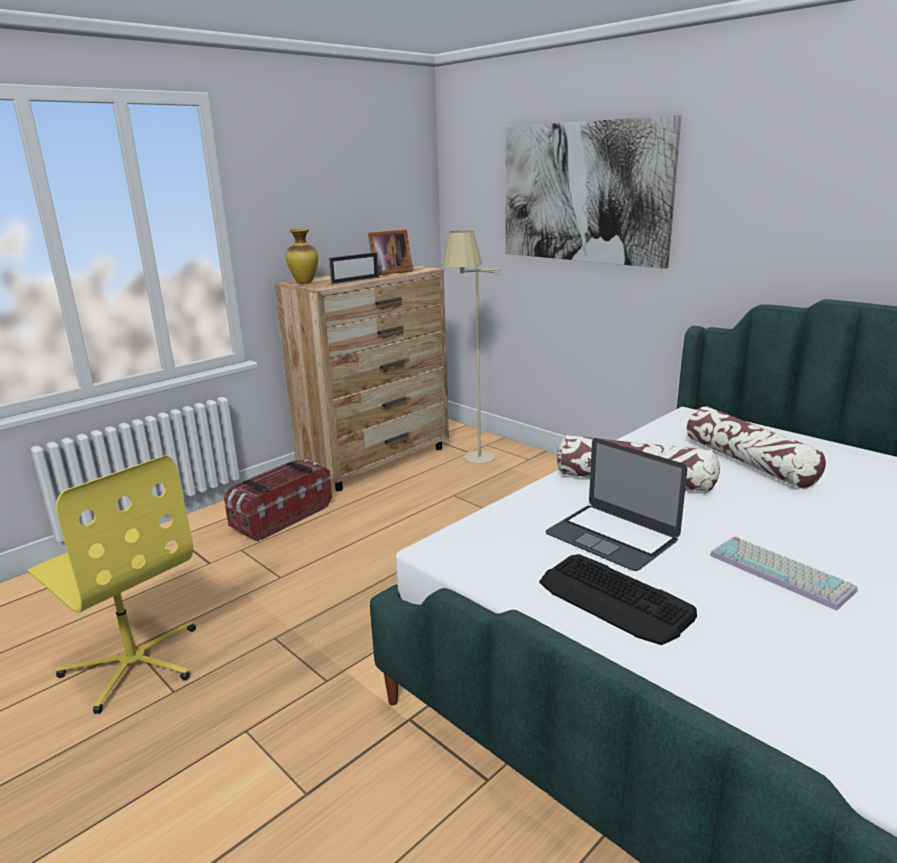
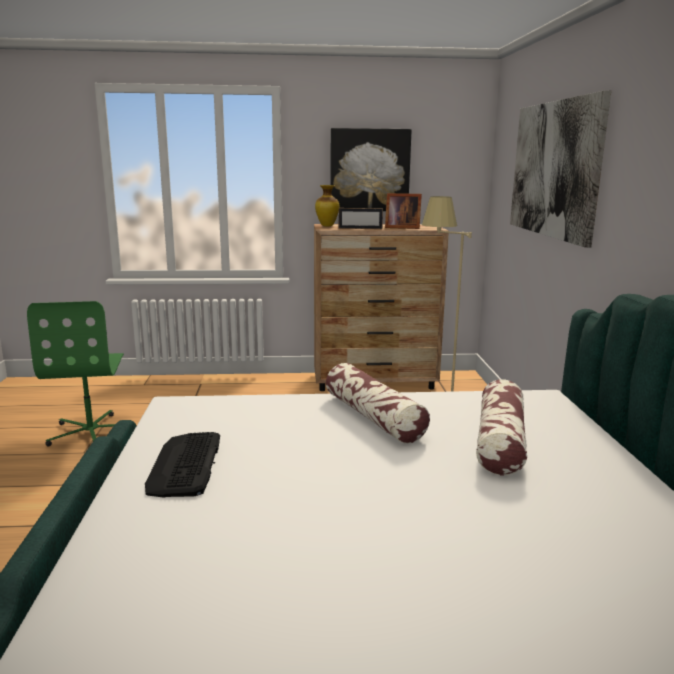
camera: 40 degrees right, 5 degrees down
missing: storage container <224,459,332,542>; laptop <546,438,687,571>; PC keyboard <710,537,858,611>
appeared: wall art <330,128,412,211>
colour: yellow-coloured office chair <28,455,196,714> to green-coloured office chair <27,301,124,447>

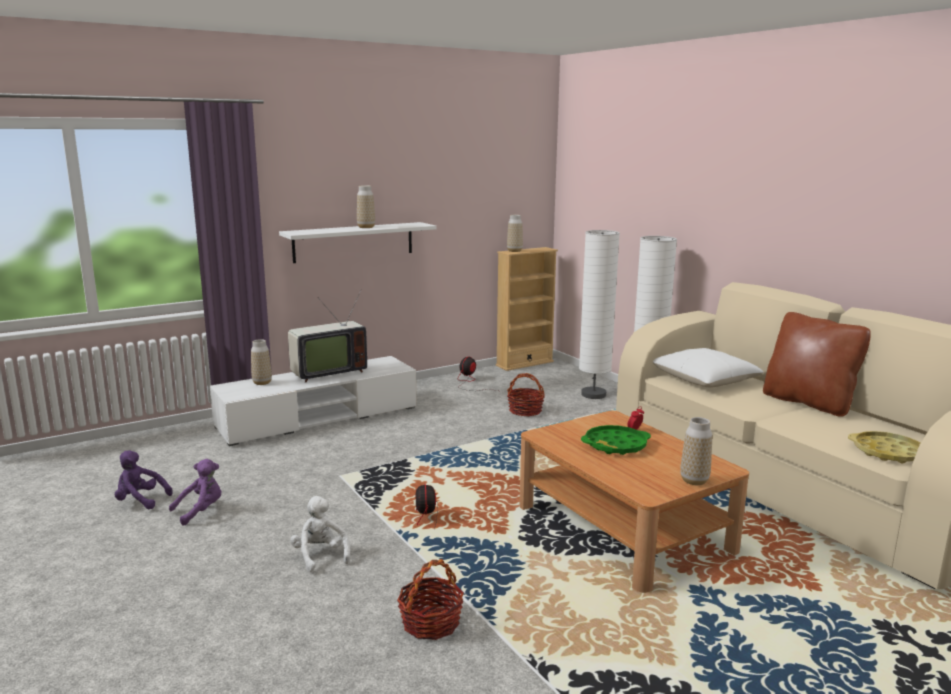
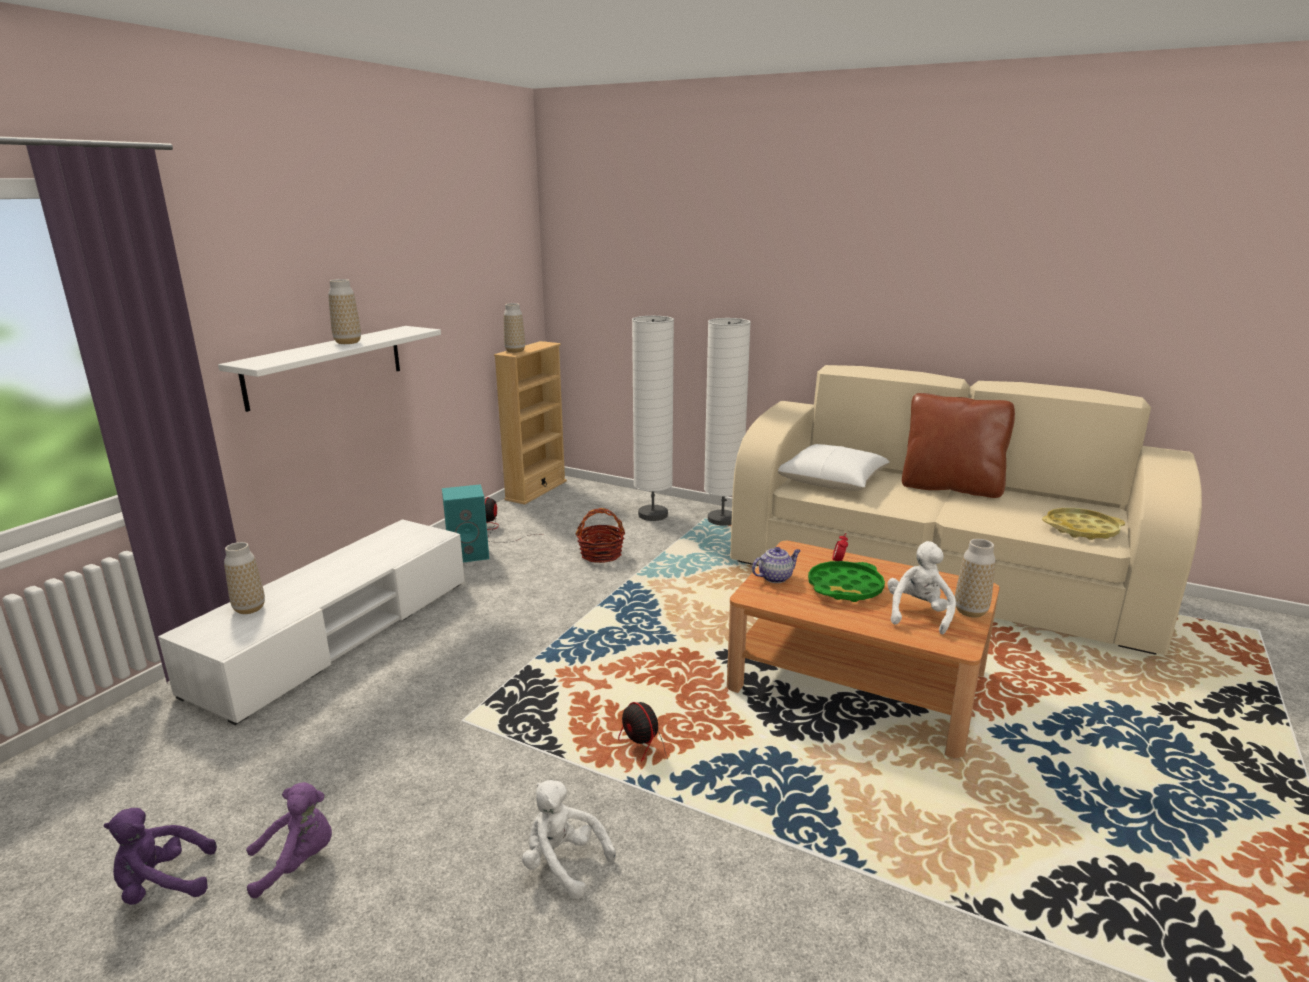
camera: 30 degrees left, 5 degrees up
missing: TV <288,289,367,383>; basket <397,559,464,640>
appeared: turquoise-coloured loudspeaker <442,484,489,562>; tea pot <752,547,801,583>; white soft toy <887,541,956,635>
spun: purple-coloured soft toy <169,459,222,526> = <246,782,332,898> 45 degrees clockwise

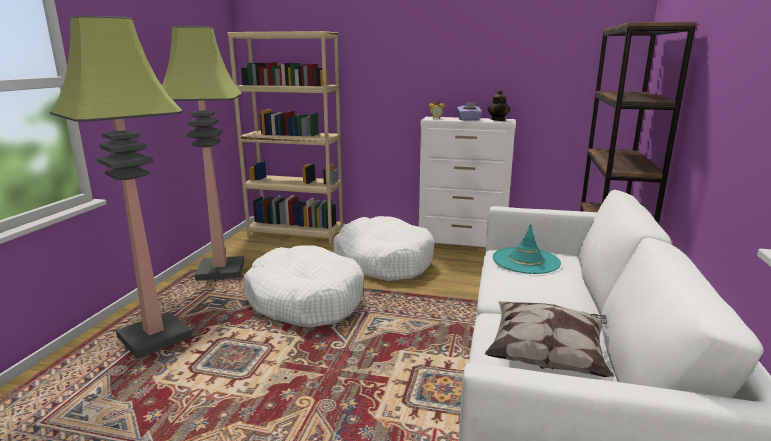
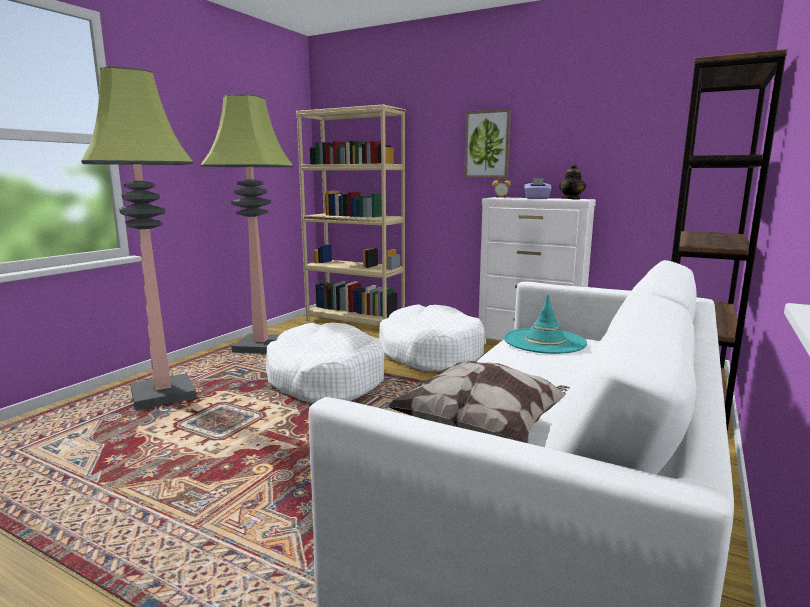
camera: 15 degrees right, 5 degrees down
appeared: wall art <464,109,511,178>

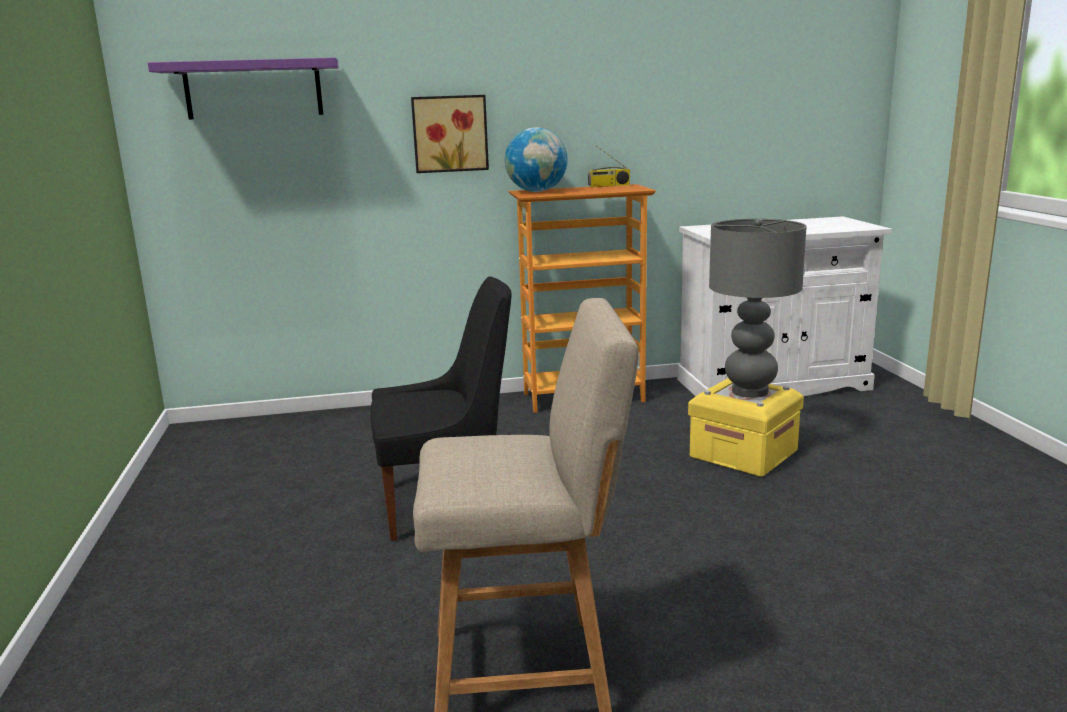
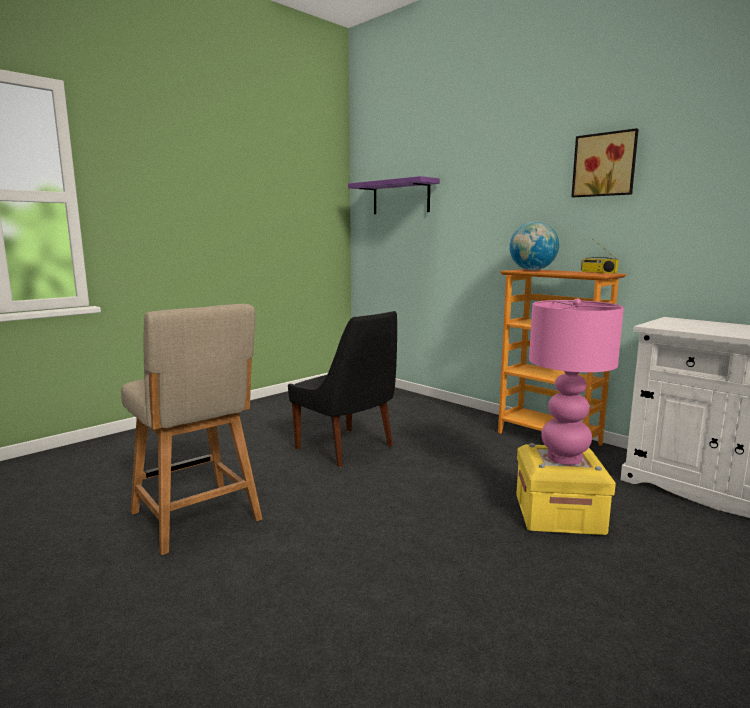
camera: 55 degrees right, 5 degrees down
relocated: wall art <411,95,489,173> to <571,128,639,197>
colour: gray table lamp <709,218,807,398> to pink-coloured table lamp <529,298,624,465>

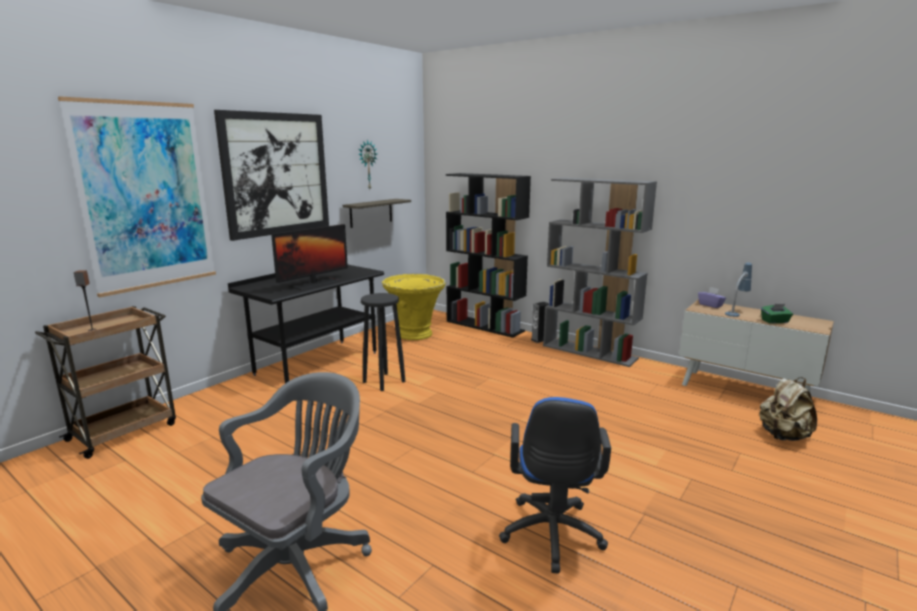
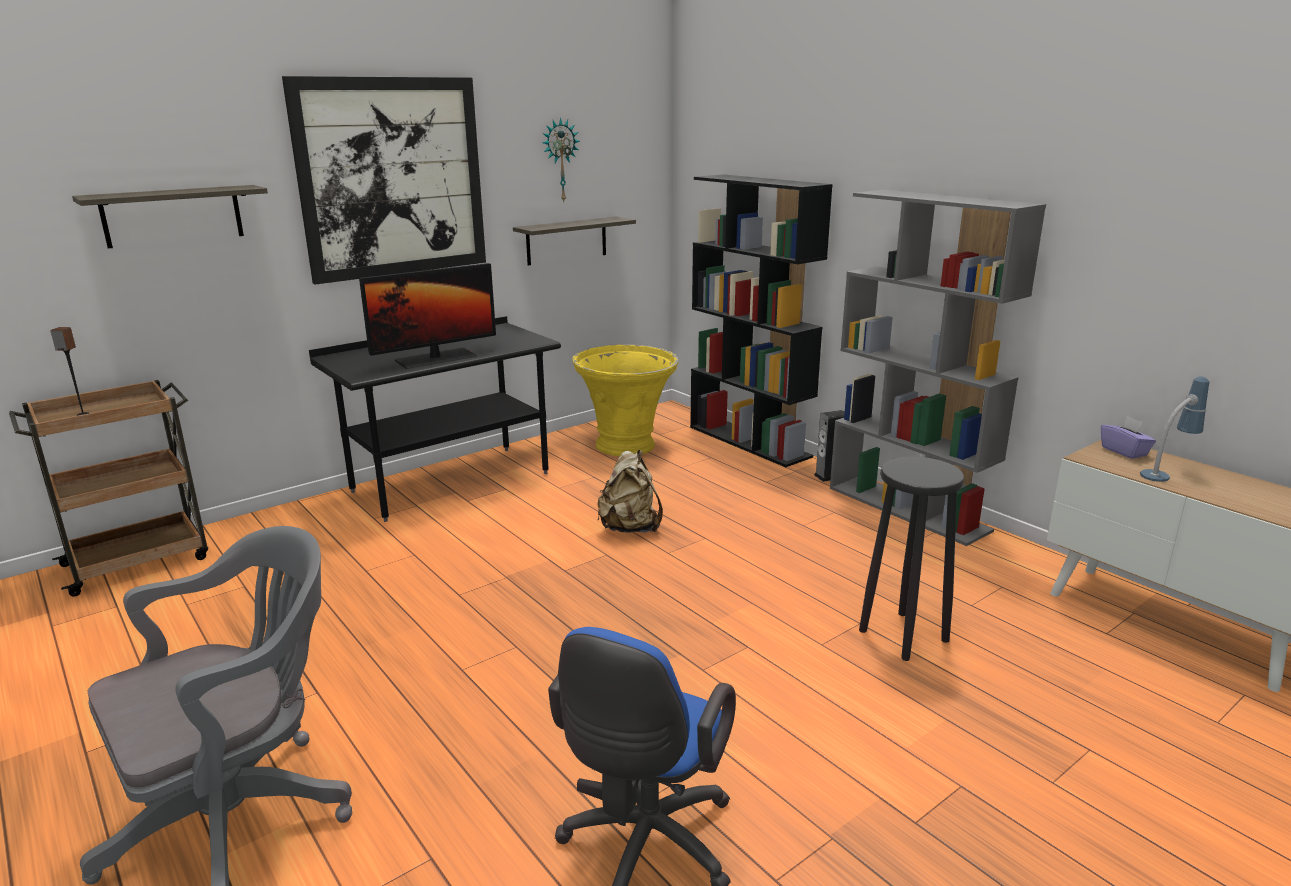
camera: 15 degrees right, 5 degrees up
missing: green-coloured box of tissues <761,304,793,324>
relocated: beige knapsack <759,377,817,441> to <597,450,663,533>; blackish sitting stool <361,293,405,391> to <859,456,964,661>
exchanged: wall art <58,97,216,297> to bracket shelf <72,185,268,248>

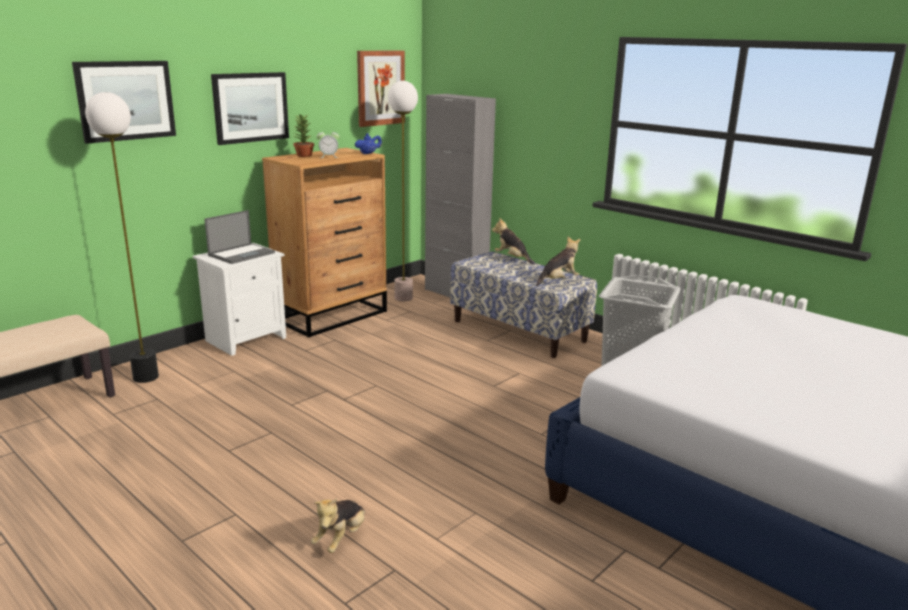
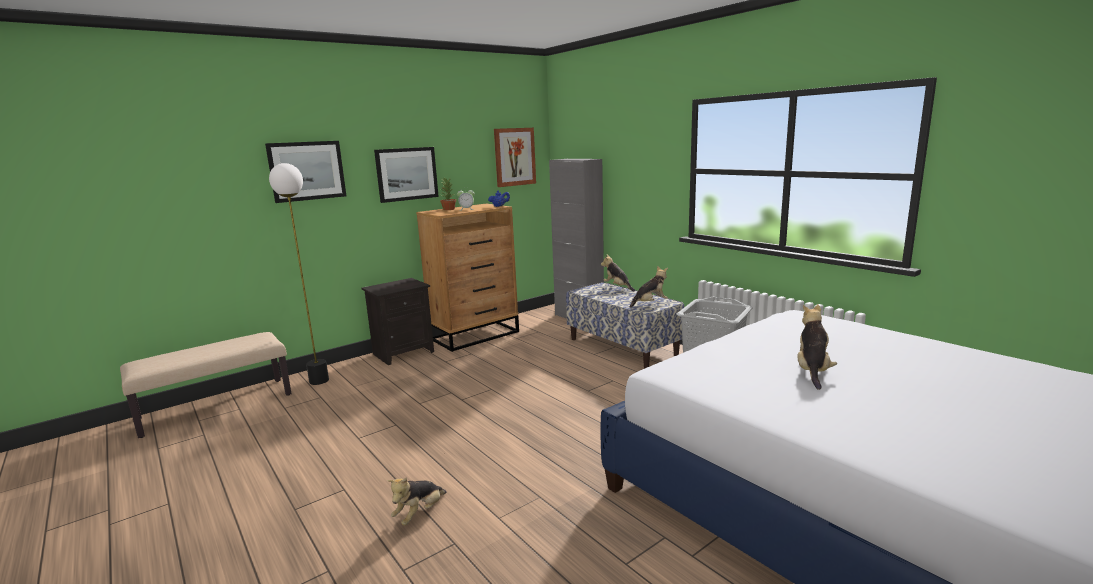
camera: 10 degrees right, 5 degrees down
missing: laptop <204,210,275,264>; standard lamp <388,81,418,301>
appeared: soft toy <797,304,837,390>
colour: white nightstand <193,243,286,356> to blackish nightstand <362,278,434,365>

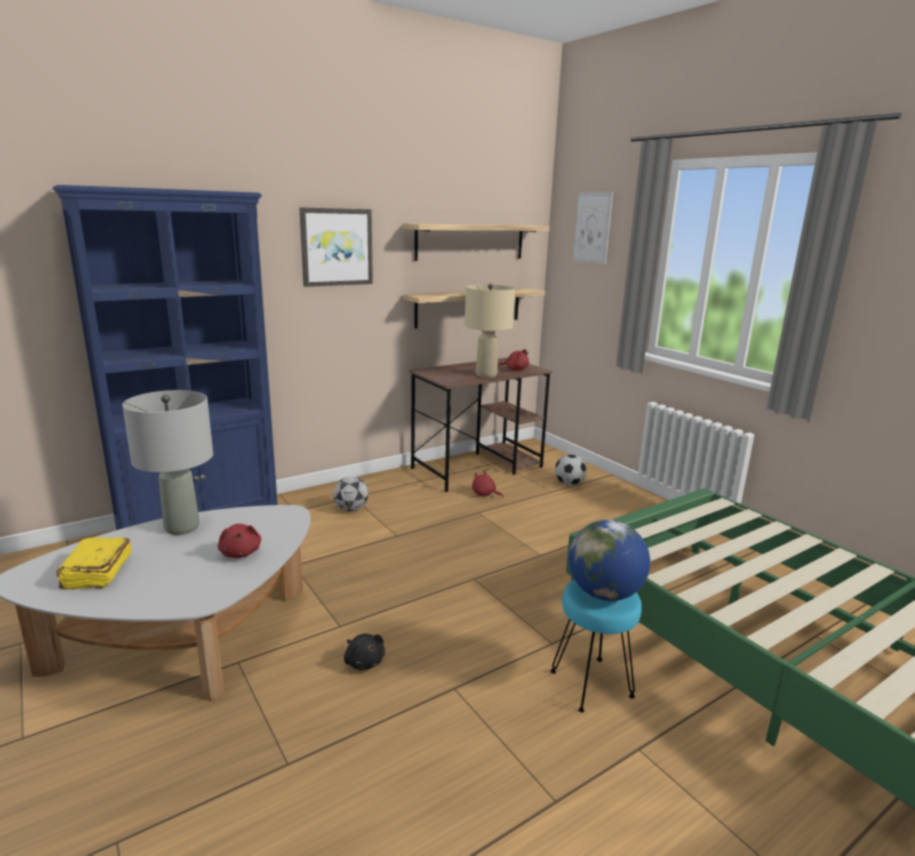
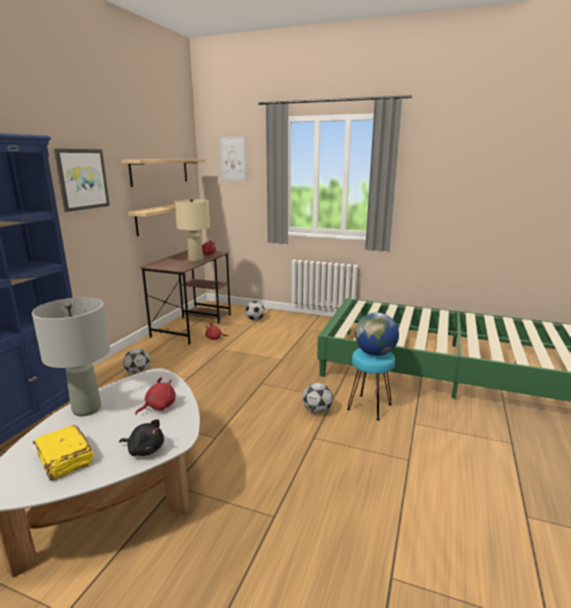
camera: 35 degrees left, 0 degrees up
appeared: football ball <303,383,333,414>
relocated: blackish soft toy <344,634,385,670> to <119,419,164,456>
spun: red soft toy <218,524,261,558> = <135,377,176,415> 75 degrees counterclockwise

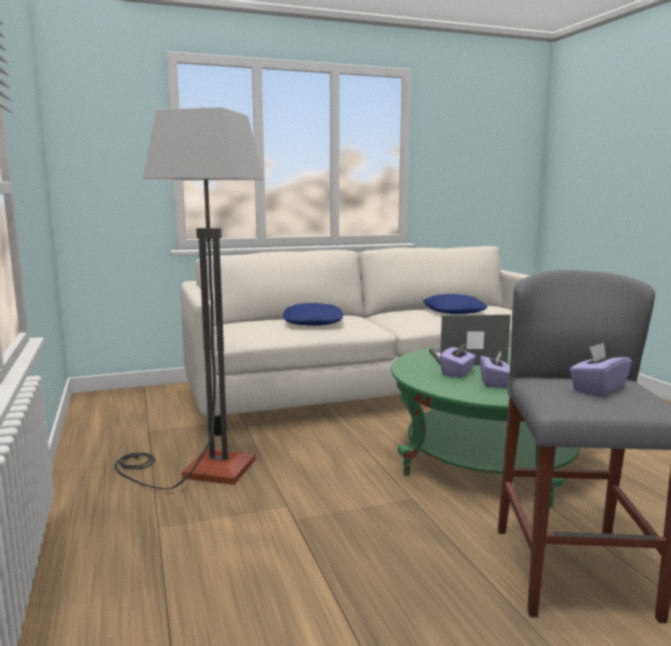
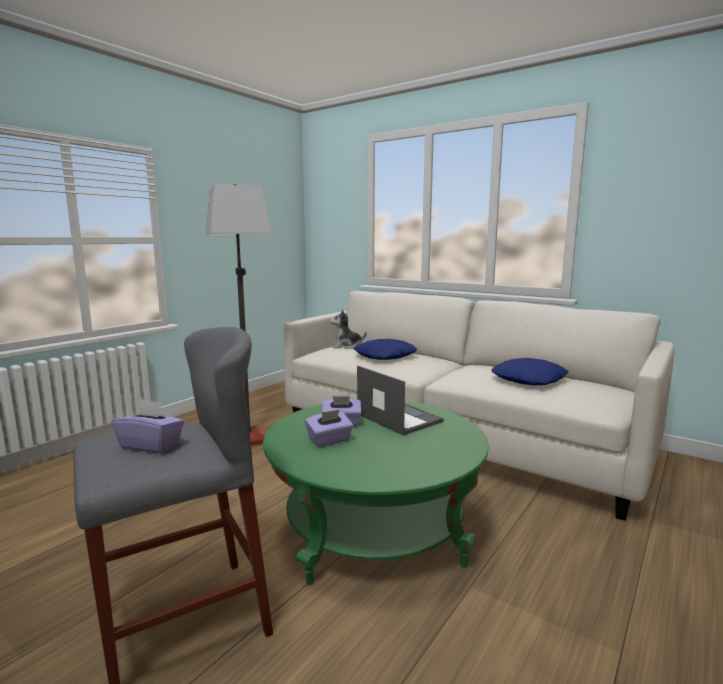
camera: 55 degrees right, 0 degrees up
appeared: soft toy <329,309,367,349>

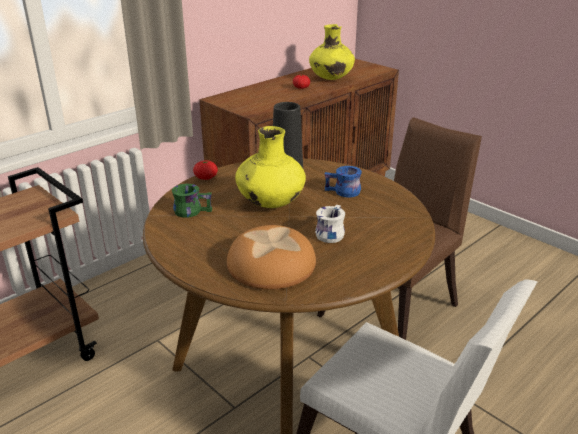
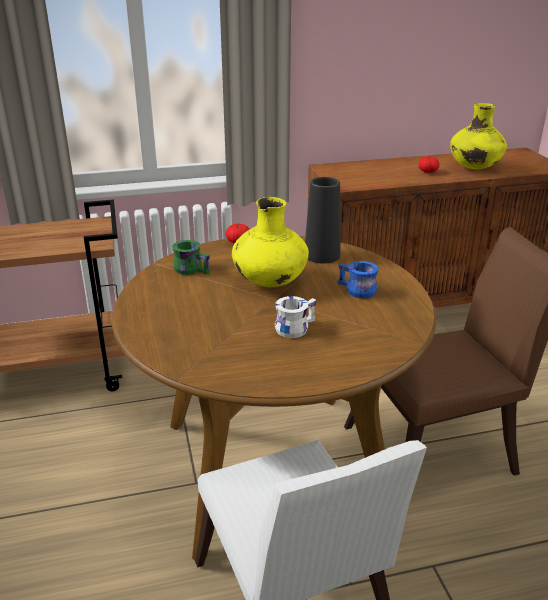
camera: 30 degrees right, 0 degrees up
missing: bakery bread <227,225,316,290>

